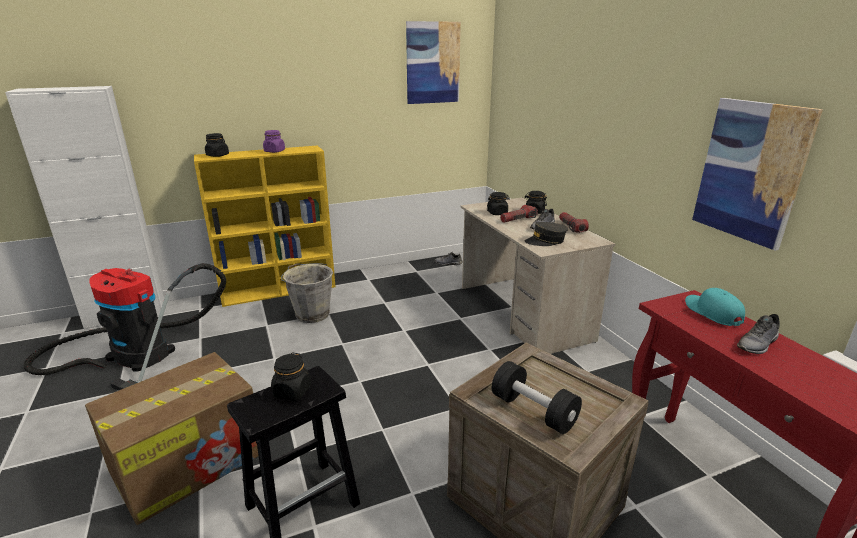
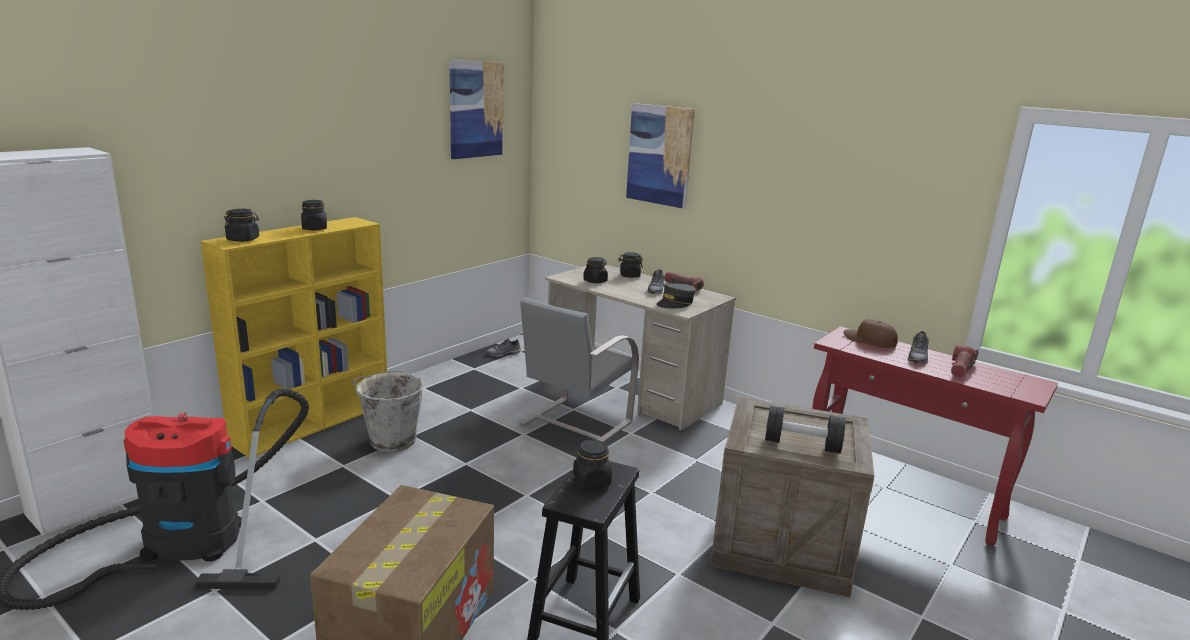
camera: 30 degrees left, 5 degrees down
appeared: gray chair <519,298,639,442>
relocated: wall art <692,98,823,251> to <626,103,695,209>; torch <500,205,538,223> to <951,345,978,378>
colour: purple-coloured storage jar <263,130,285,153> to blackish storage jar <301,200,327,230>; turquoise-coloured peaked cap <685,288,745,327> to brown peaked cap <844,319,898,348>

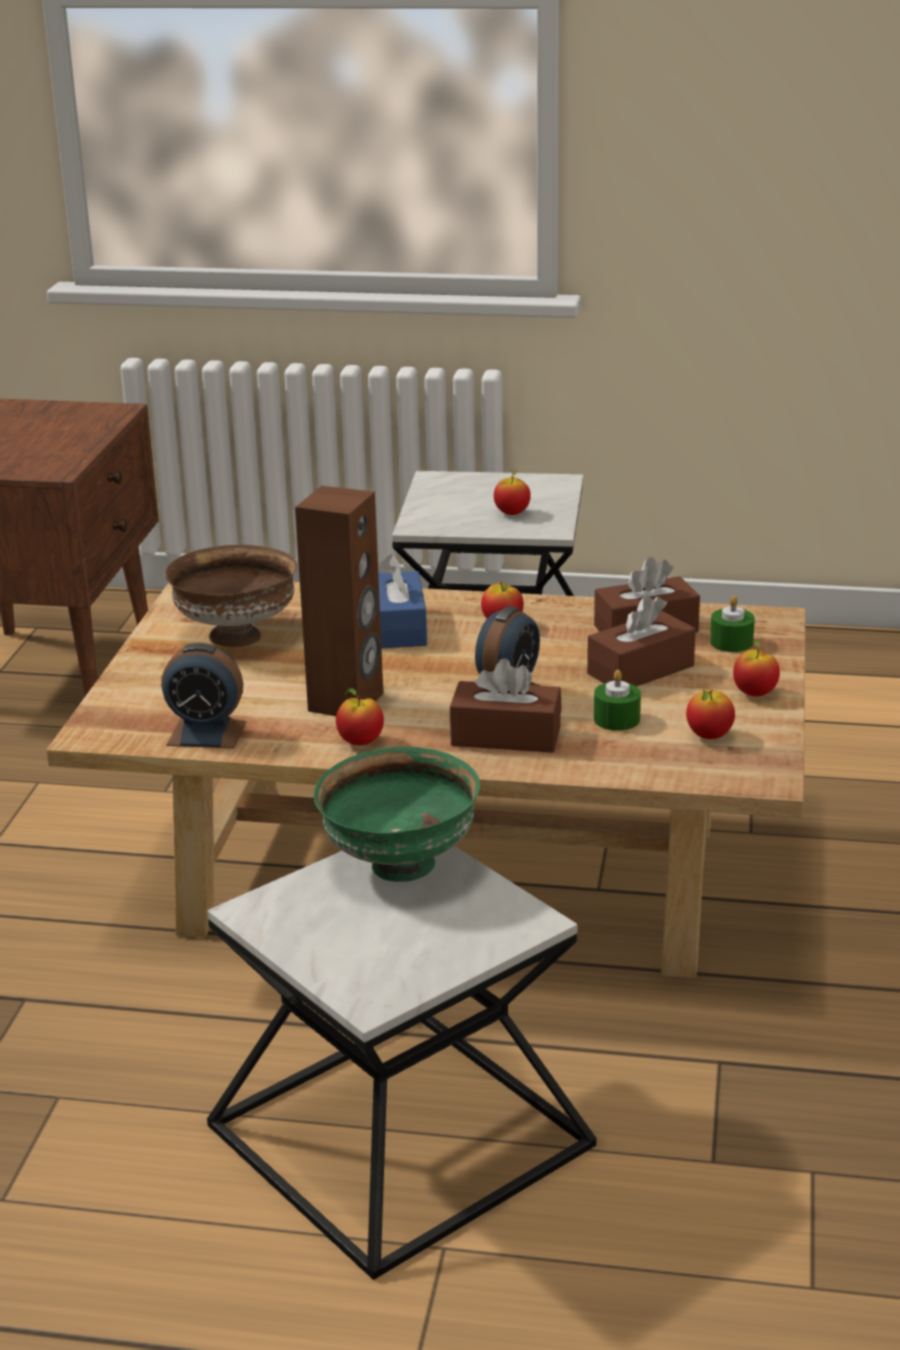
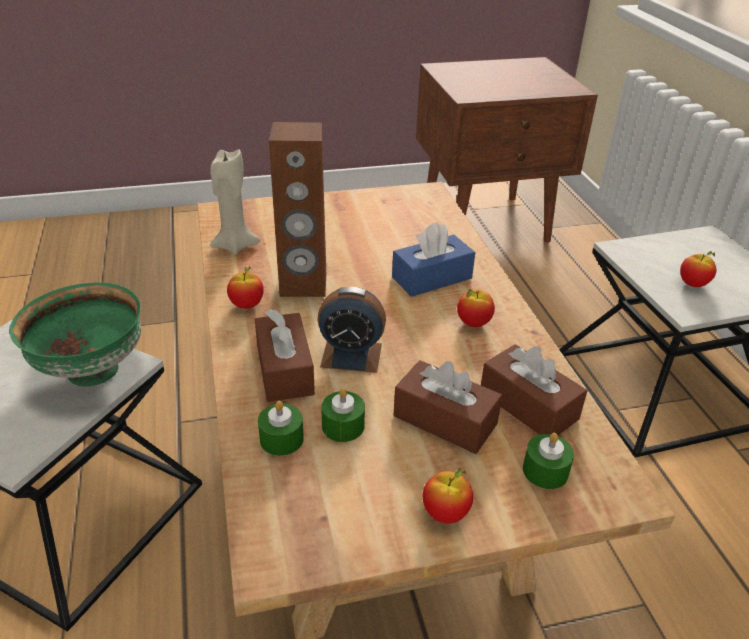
camera: 65 degrees right, 10 degrees up
missing: brown bowl <165,545,298,647>; whole apple <686,689,735,739>
appeared: green-coloured wax light <258,401,304,456>
exchanged: bedside clock <161,643,246,749> to beige wax light <210,149,260,255>

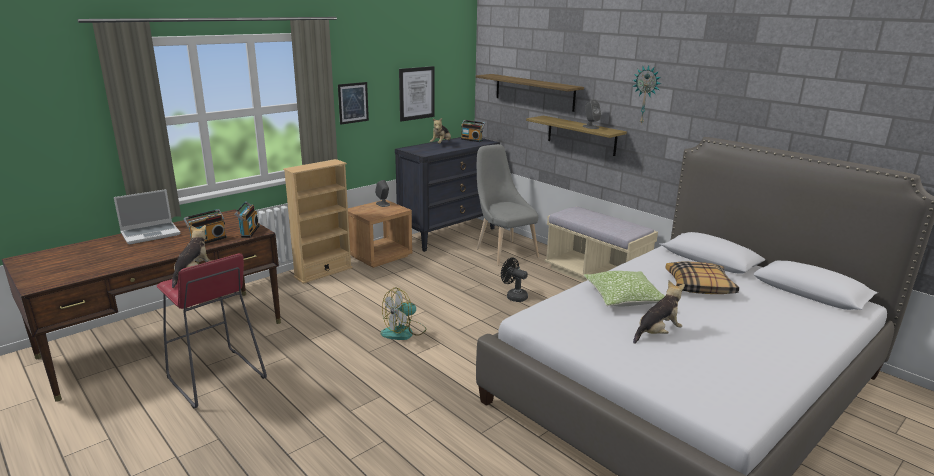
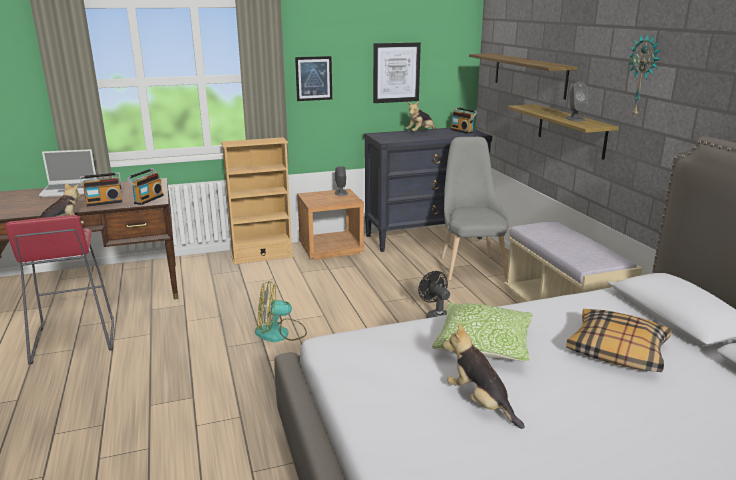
camera: 25 degrees right, 0 degrees up
spun: soft toy <633,281,685,344> = <443,323,525,429> 120 degrees counterclockwise

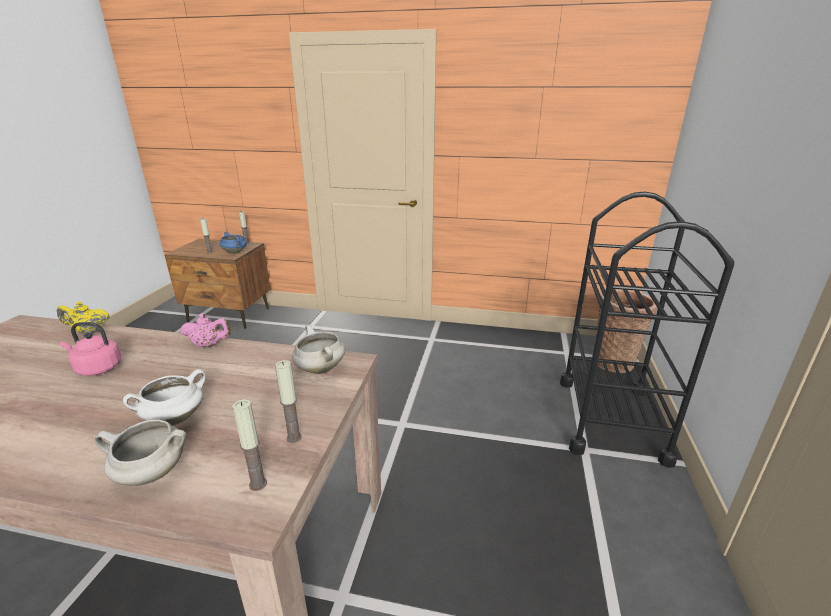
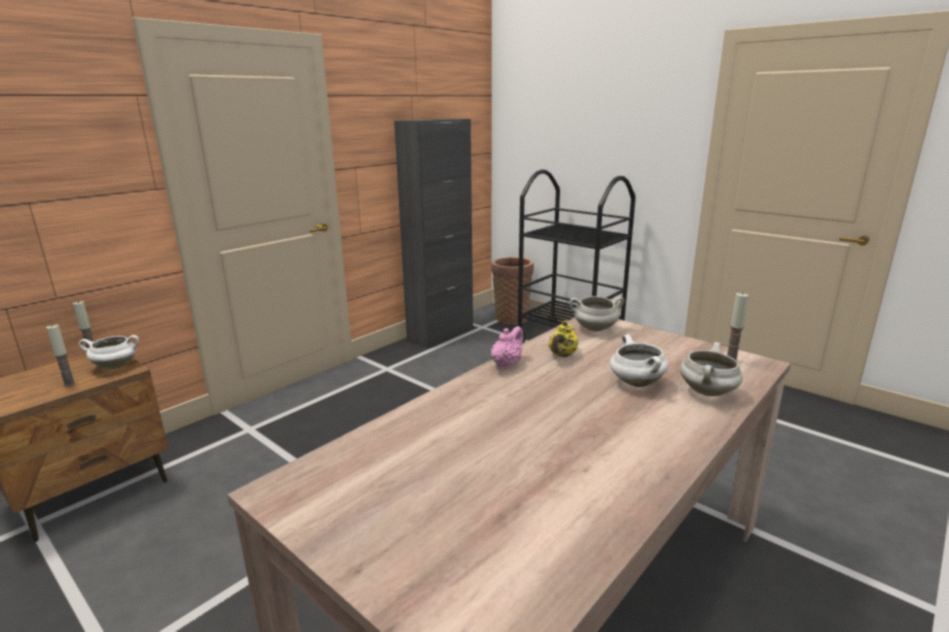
camera: 60 degrees left, 5 degrees down
missing: pink-coloured kettle <60,322,121,376>; wax light <275,360,302,443>
appeared: blackish cupboard <394,119,473,348>
relocated: yellow-coloured tea pot <57,302,110,334> to <548,321,578,357>
colour: blue cooking pot <220,232,247,254> to white cooking pot <79,335,139,370>

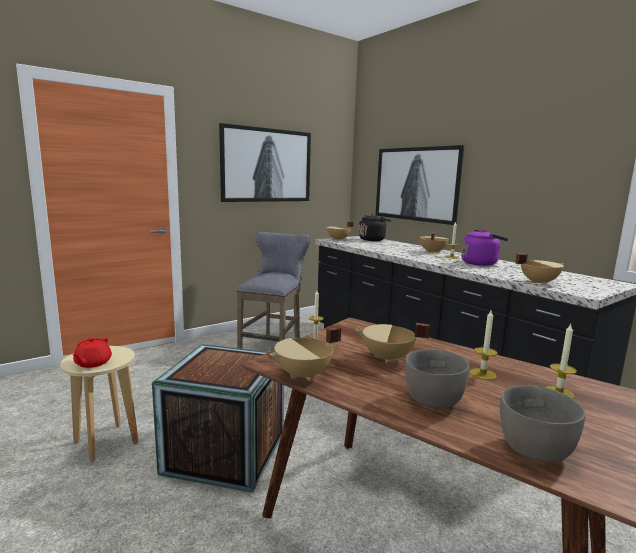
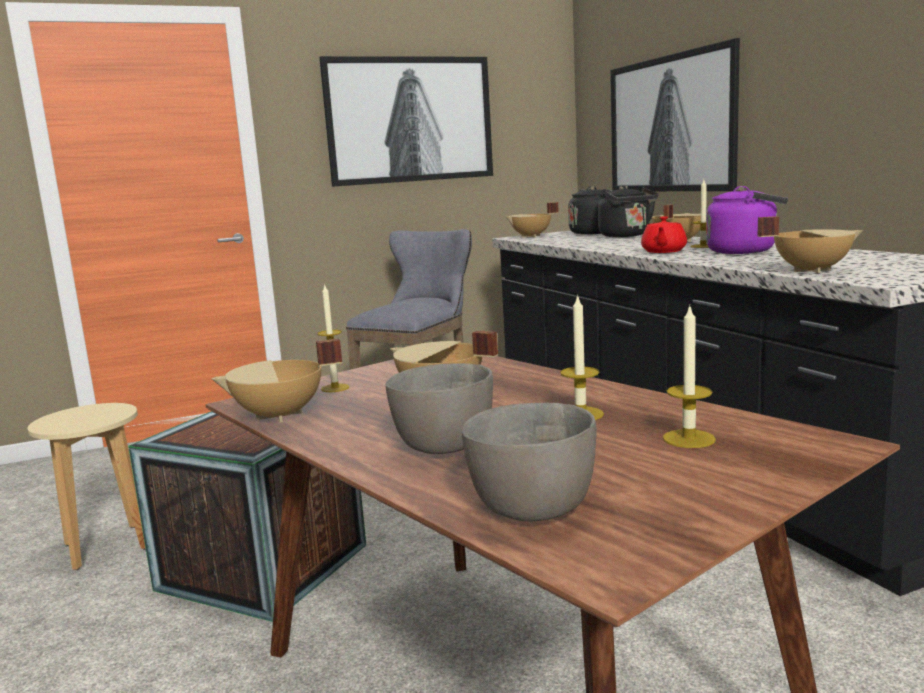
camera: 15 degrees right, 0 degrees up
appeared: blackish kettle <598,186,659,237>
relocated: red tea pot <73,337,112,368> to <641,216,687,253>

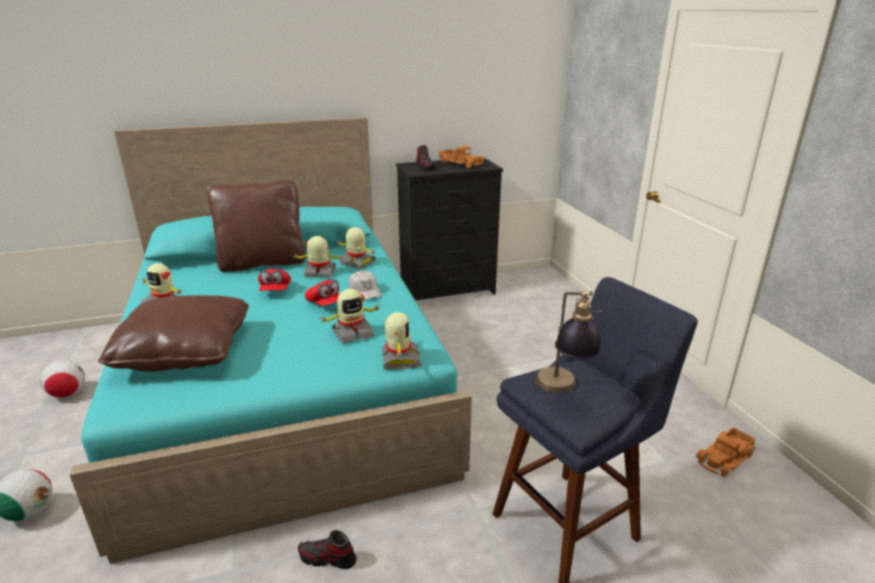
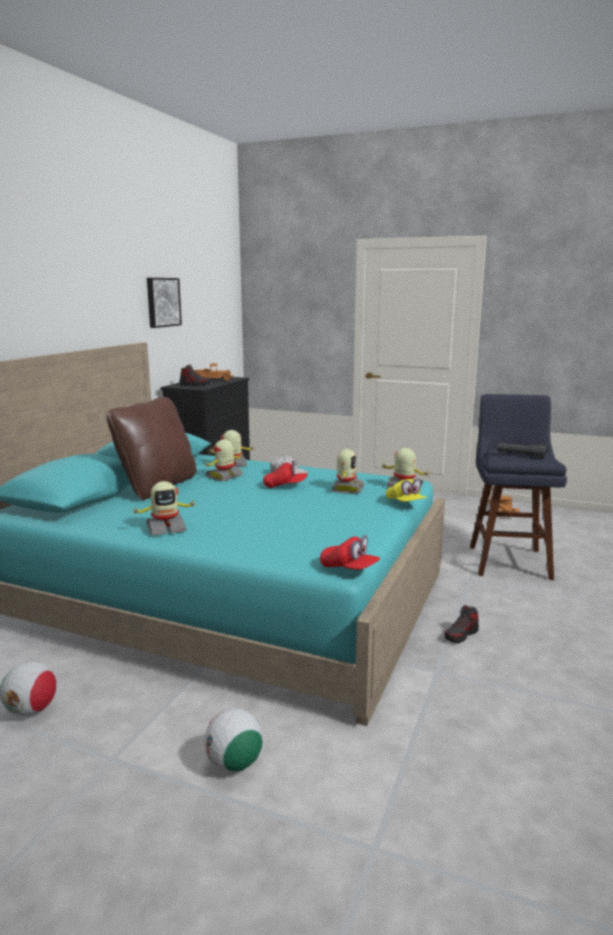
camera: 50 degrees left, 10 degrees down
missing: brown cushion <98,295,249,372>
appeared: wall art <147,278,182,328>; yellow-coloured peaked cap <386,479,427,502>
relocated: red peaked cap <258,269,291,291> to <320,535,380,570>
exchanged: table lamp <536,291,602,393> to blackish torch <497,443,547,458>

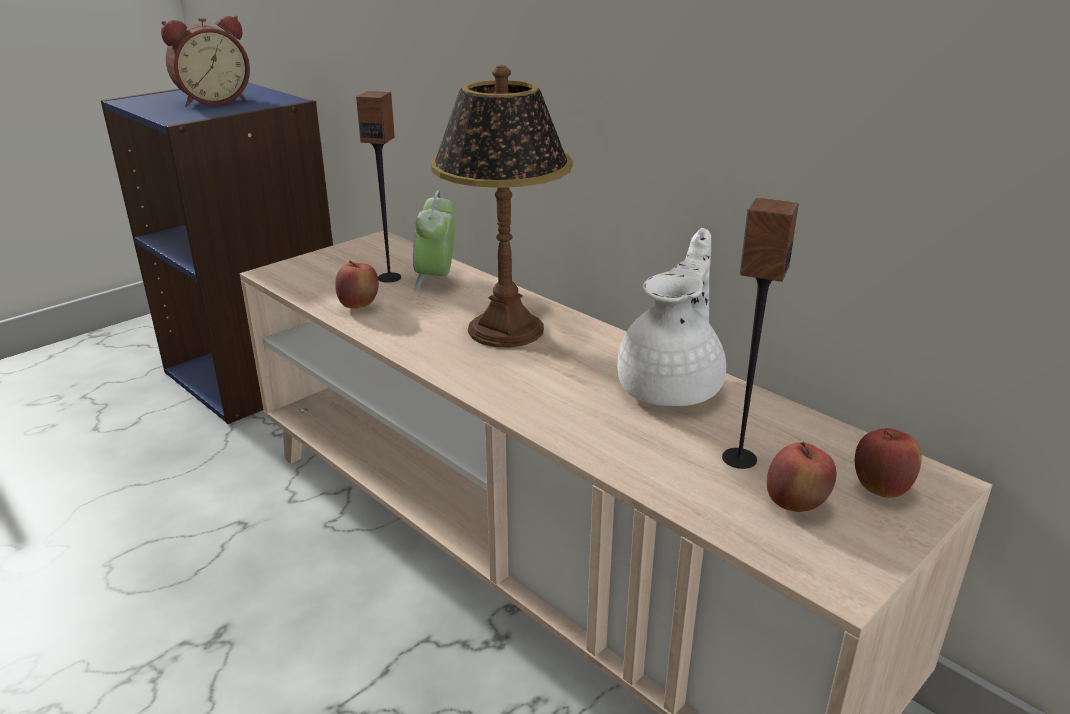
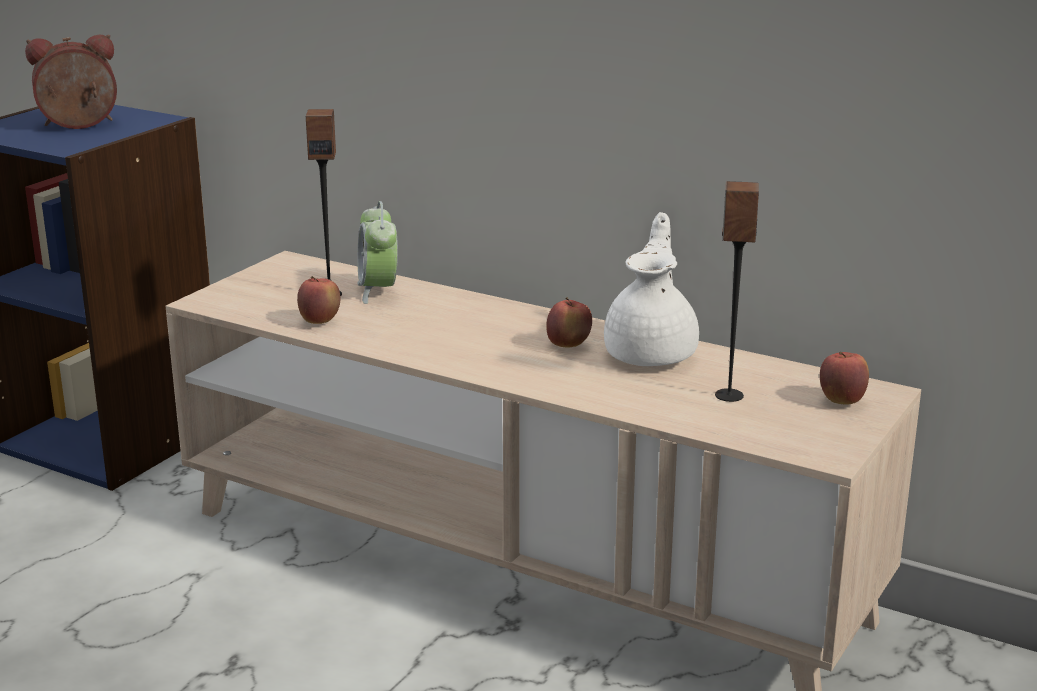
camera: 15 degrees left, 5 degrees down
missing: table lamp <431,65,573,348>
relocated: whole apple <767,442,836,512> to <546,297,592,348>
spun: bedside clock <161,16,250,107> = <25,34,117,129> 150 degrees counterclockwise

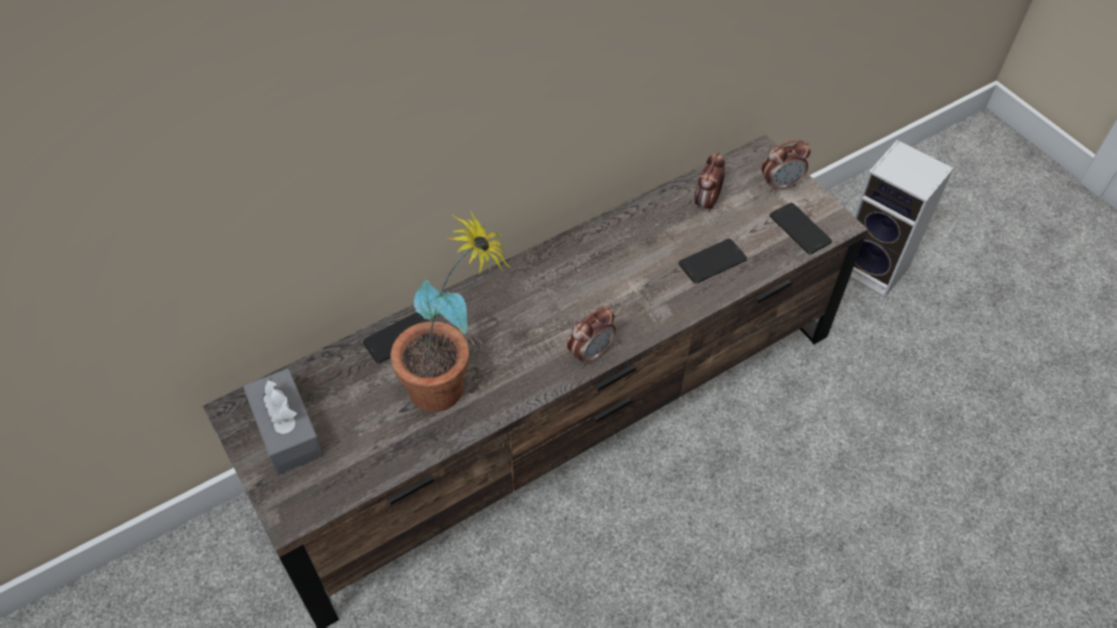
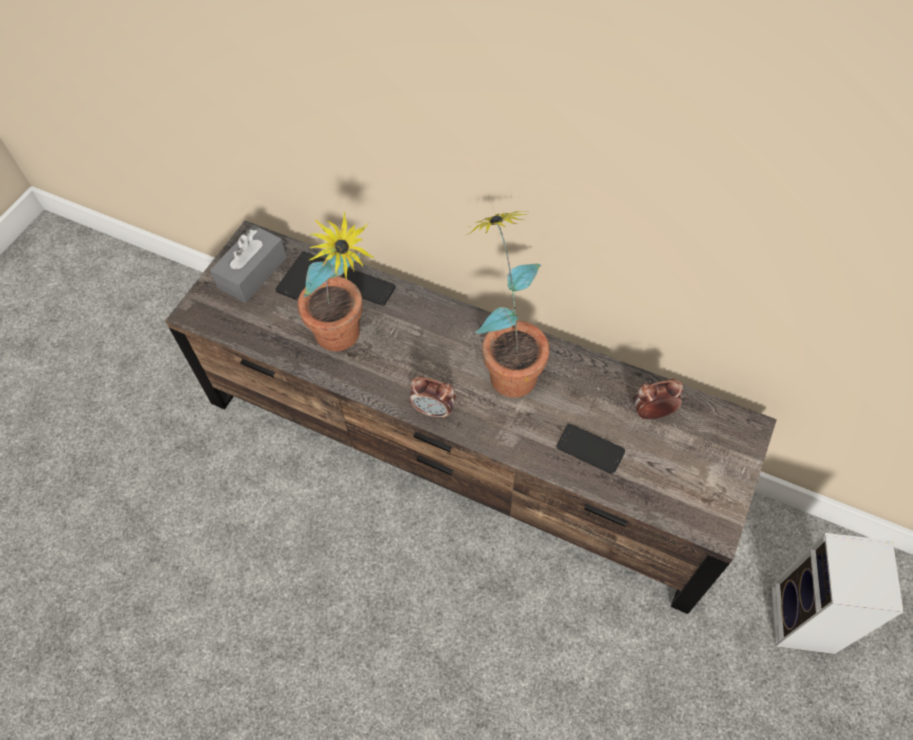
camera: 60 degrees right, 5 degrees up
missing: bedside clock <762,140,811,192>
appeared: plant in a pot <467,211,550,398>
relocated: handset <769,203,832,255> to <275,252,325,300>

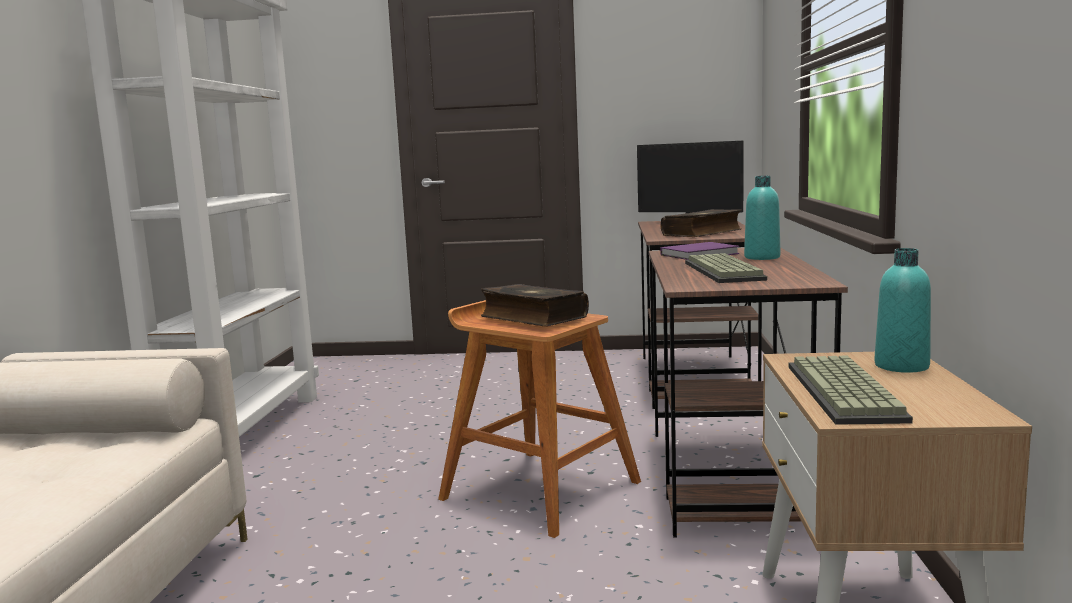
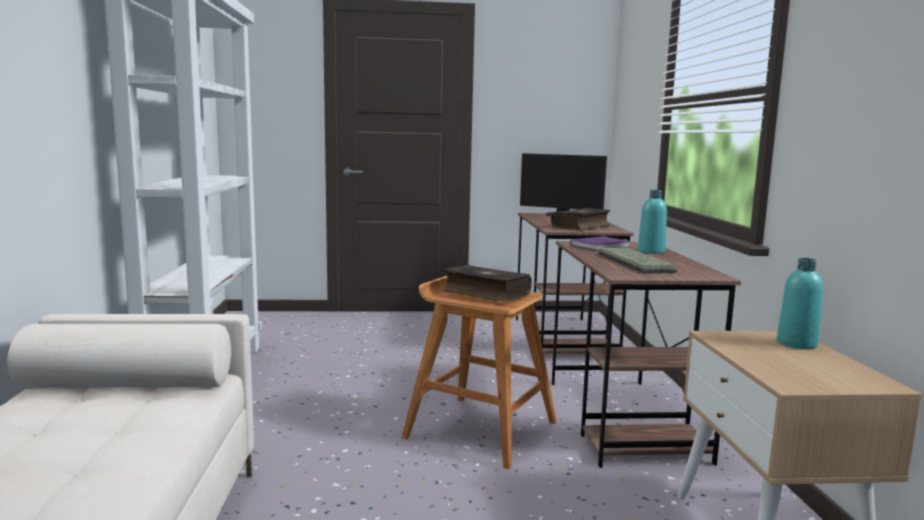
camera: 10 degrees left, 0 degrees up
missing: PC keyboard <789,356,913,425>

